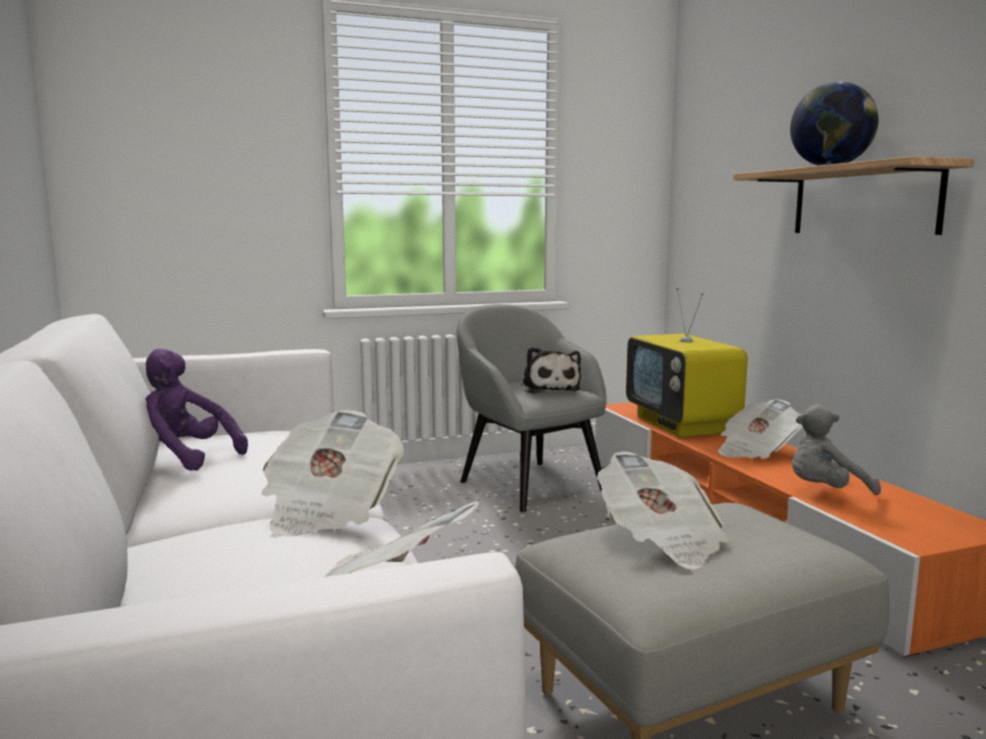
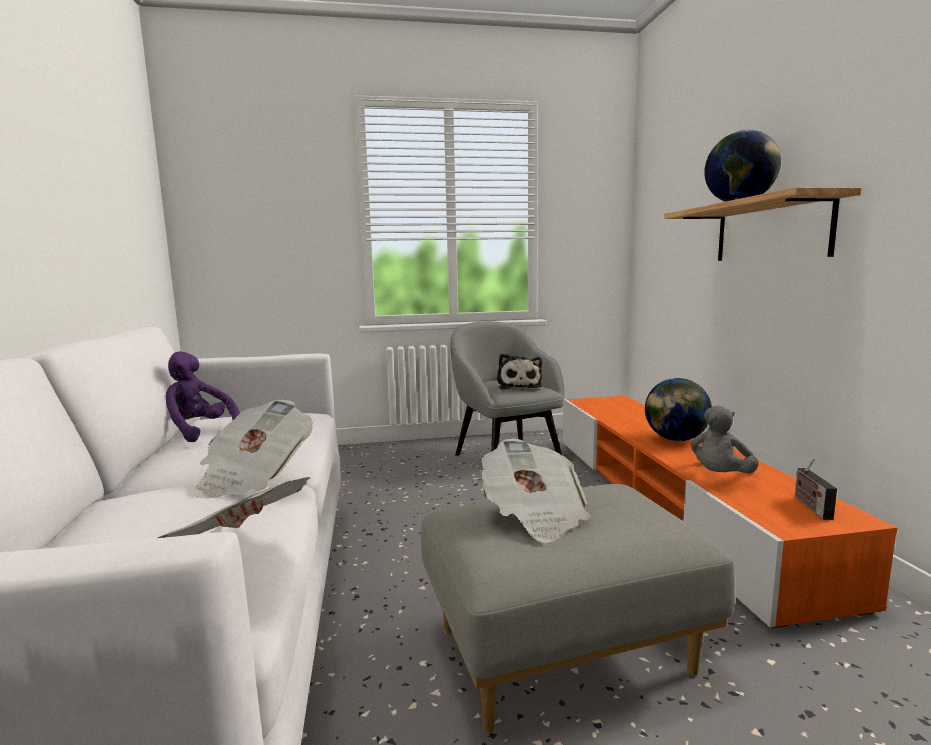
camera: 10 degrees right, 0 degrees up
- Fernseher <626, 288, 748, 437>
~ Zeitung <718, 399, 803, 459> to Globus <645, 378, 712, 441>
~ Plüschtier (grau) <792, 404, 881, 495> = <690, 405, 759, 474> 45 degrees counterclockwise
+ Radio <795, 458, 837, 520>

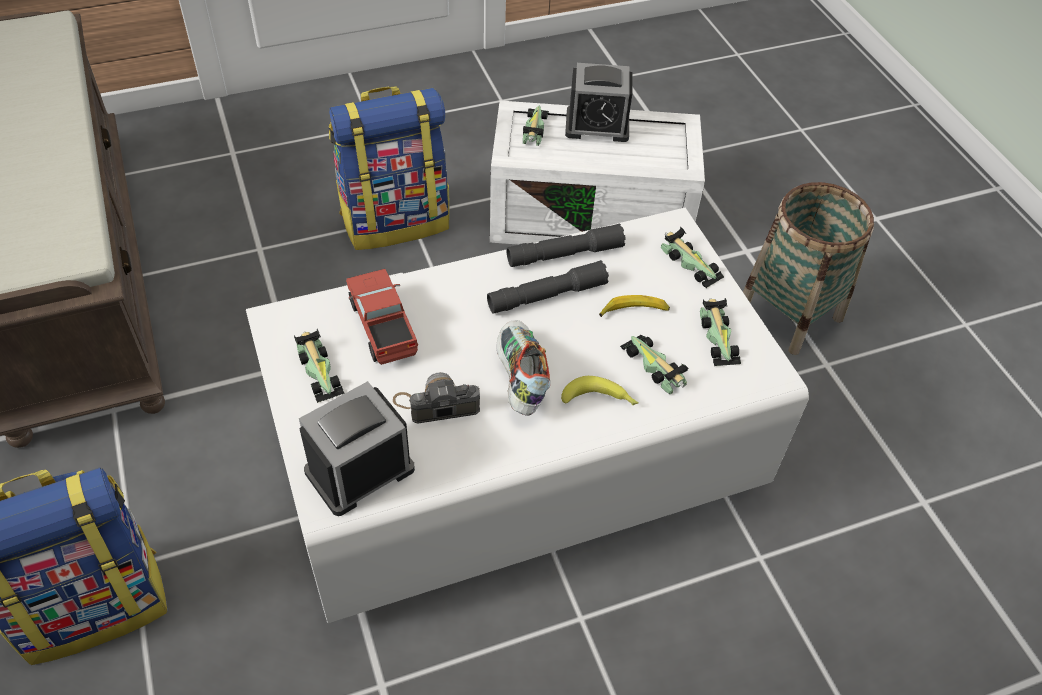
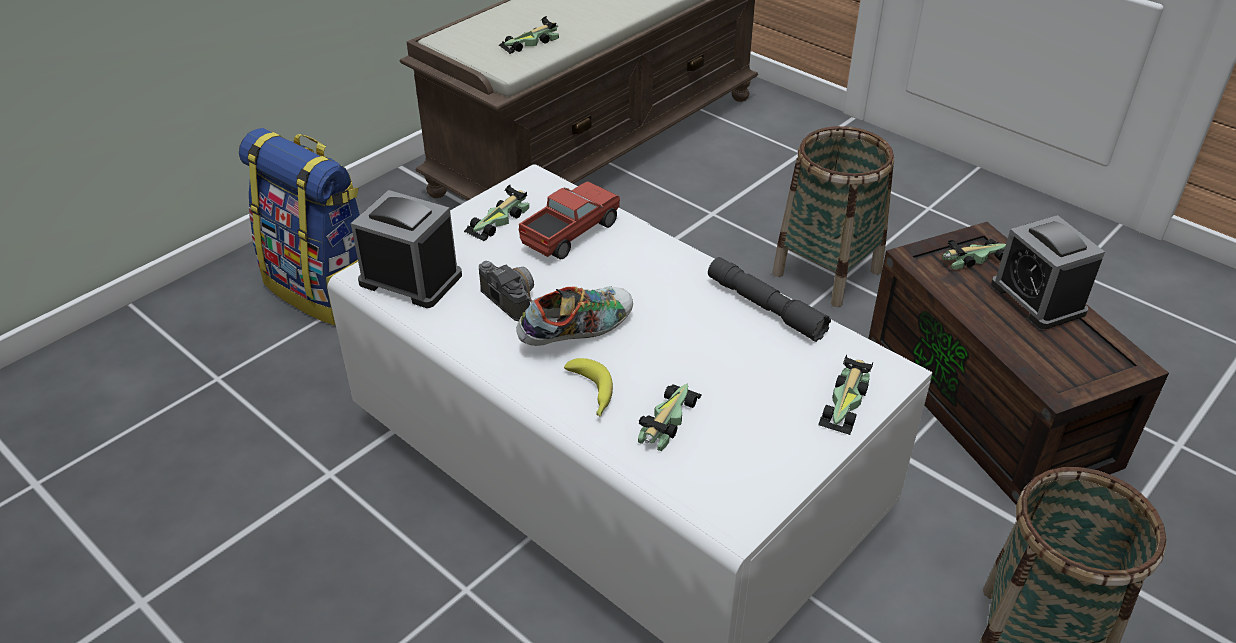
camera: 65 degrees right, 10 degrees down
~ Rucksack <329, 86, 449, 250> to Korb <772, 126, 894, 307>
- Taschenlampe (grau) <487, 260, 609, 314>
~ Aufbewahrungsbox (weiß) <490, 101, 705, 245> to Aufbewahrungsbox (braun) <868, 222, 1169, 504>
- Banane <599, 295, 670, 317>
~ Spielzeugauto <700, 298, 741, 366> to <499, 16, 559, 54>

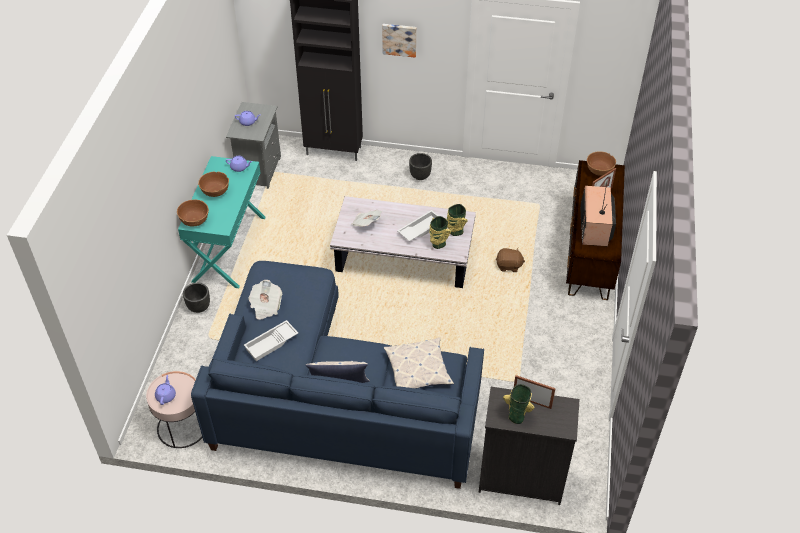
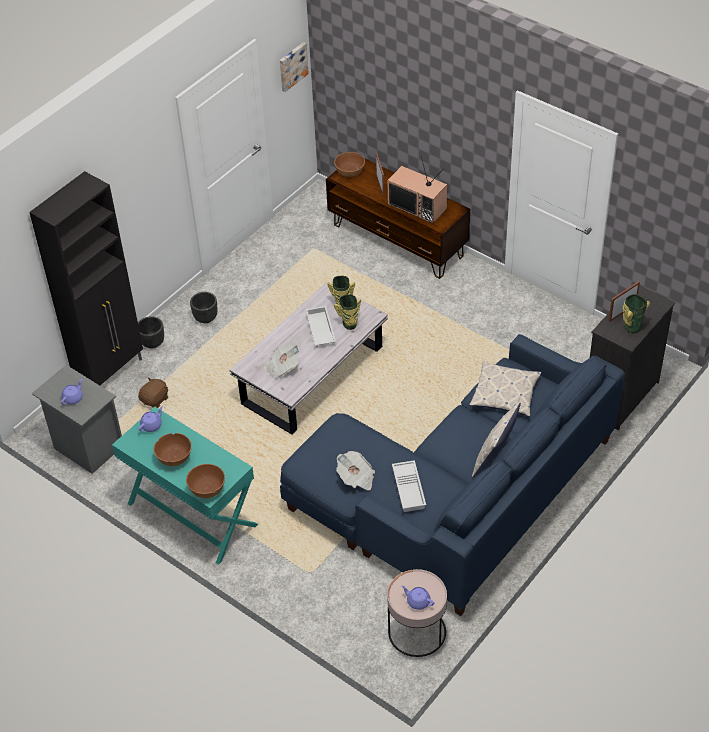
camera: 60 degrees left, 0 degrees up
~ Pflanzkübel (schwarz) <183, 283, 210, 313> to <138, 316, 164, 349>
~ Bild <382, 24, 417, 58> to <280, 42, 309, 92>
~ Plüschtier (braun) <496, 248, 525, 272> to <138, 377, 168, 408>

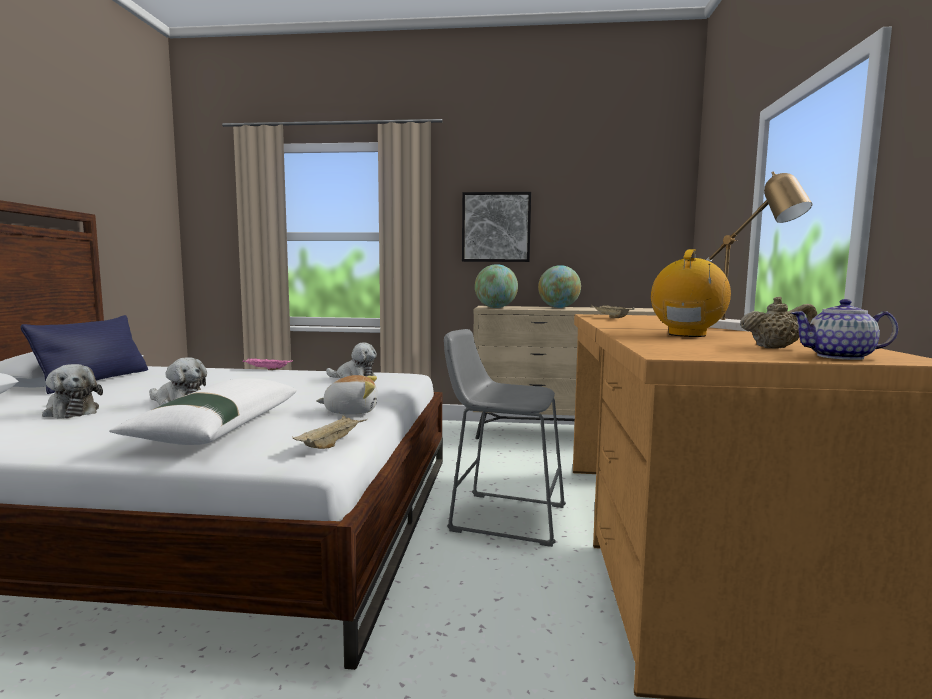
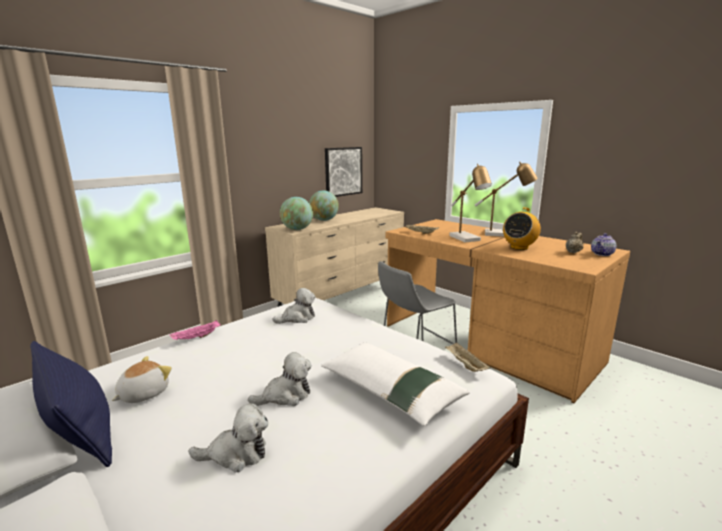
camera: 50 degrees left, 10 degrees up
~ Plüschtier <316, 375, 378, 415> to <112, 356, 172, 403>
~ Bild <462, 192, 531, 262> to <325, 147, 362, 197>
~ Radio <651, 249, 731, 337> = <503, 207, 541, 250> 120 degrees counterclockwise
+ Tischlampe <449, 164, 492, 242>

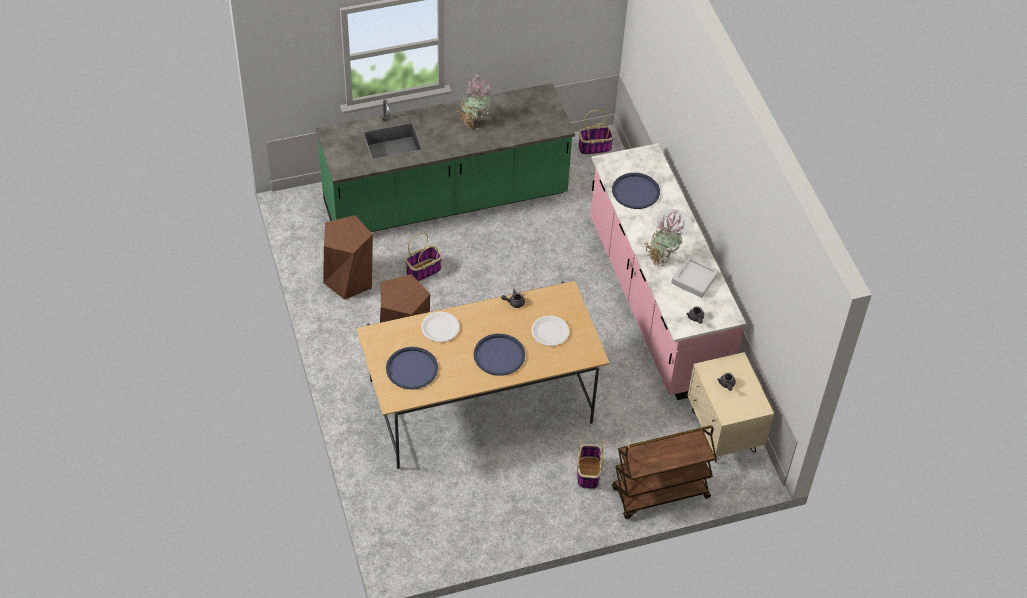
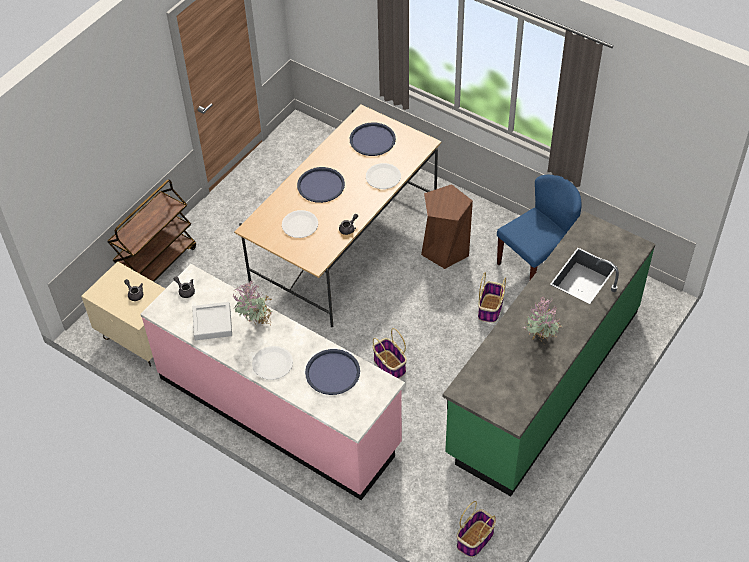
camera: 145 degrees right, 0 degrees up
~ Hocker (braun) <323, 215, 373, 300> to Stuhl (blau) <497, 175, 582, 280>
~ Korb <577, 438, 604, 489> to <372, 328, 407, 379>

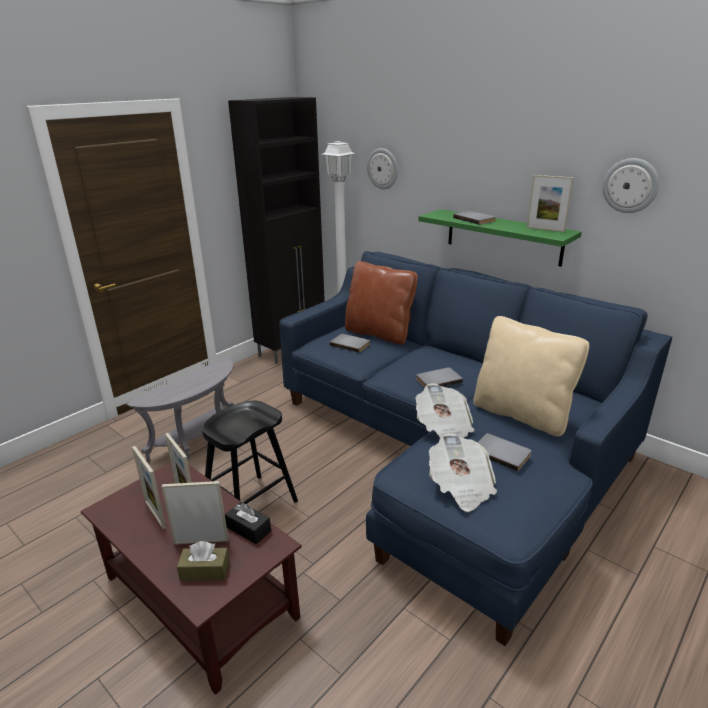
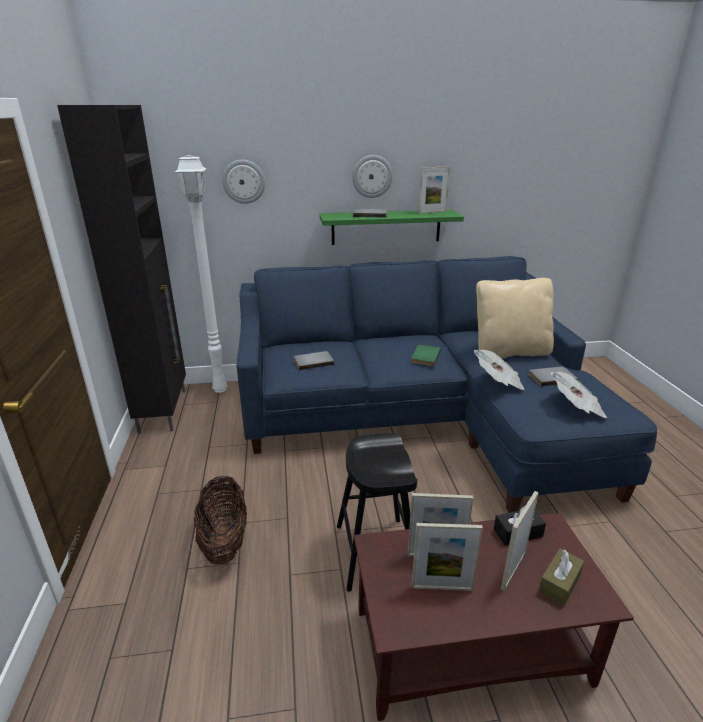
camera: 50 degrees left, 0 degrees up
~ Beistelltisch (grau) <126, 357, 234, 462> to Korb <194, 476, 247, 564>
- Kissen (braun) <345, 261, 418, 345>
~ Buch (grau) <416, 367, 463, 387> to Buch (grün) <411, 345, 441, 366>
~ Wanduhr <603, 158, 659, 213> to <352, 155, 393, 198>

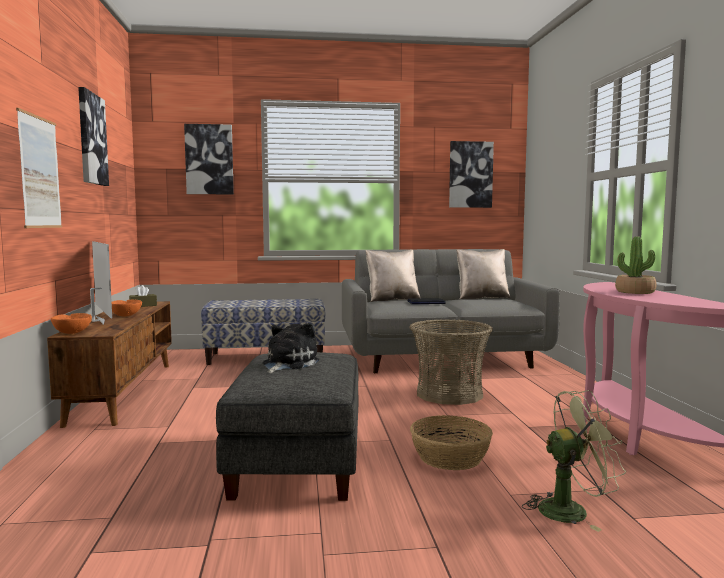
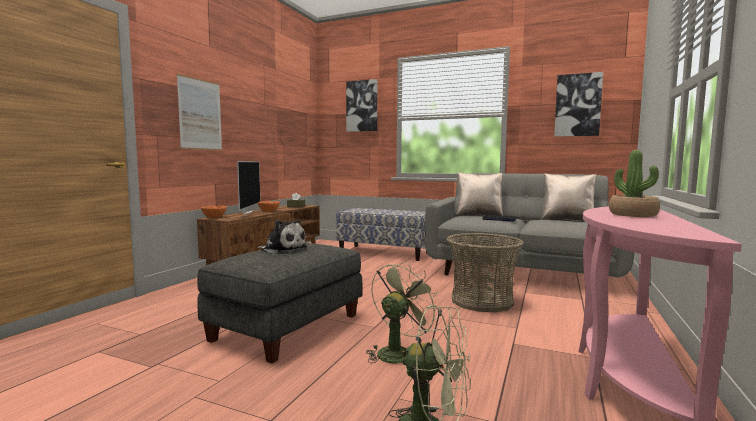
camera: 30 degrees right, 0 degrees up
- Bild <78, 87, 109, 186>
~ Plüschtier <262, 323, 319, 373> = <257, 220, 307, 254> 60 degrees clockwise
~ Korb <410, 415, 493, 470> to Ventilator (grün) <366, 261, 439, 364>

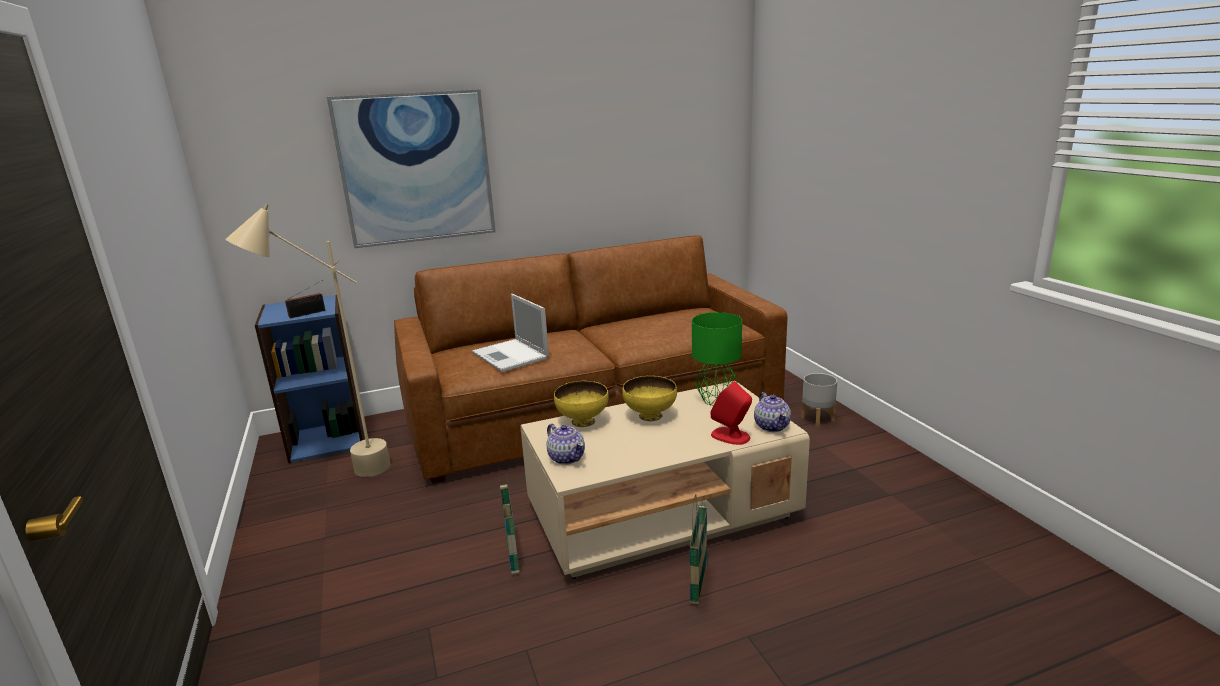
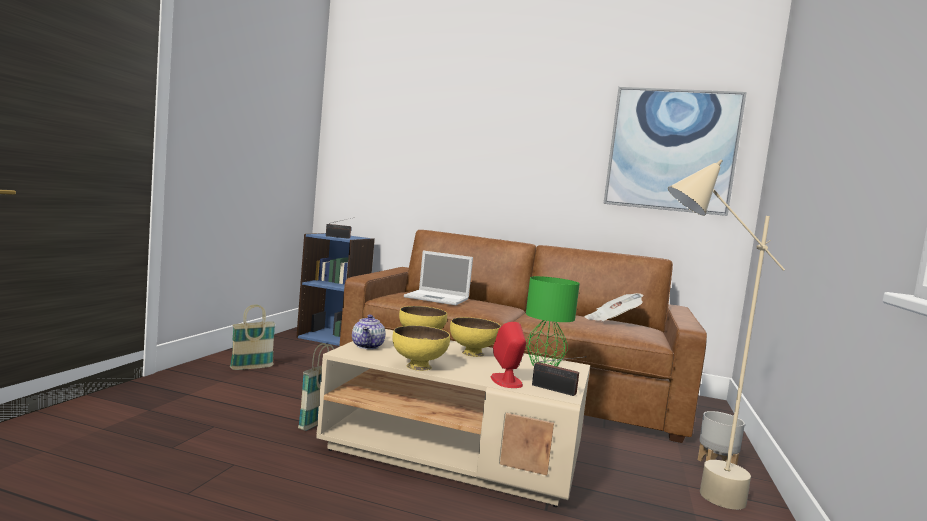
camera: 35 degrees right, 15 degrees down
~ Stehlampe (beige) <225, 204, 390, 477> to <668, 160, 785, 510>
~ Bild <327, 89, 496, 248> to <603, 87, 747, 216>
~ Laptop <472, 294, 549, 372> = <404, 251, 473, 305> 75 degrees counterclockwise
~ Korb <690, 495, 707, 604> to <230, 304, 276, 370>
~ Teekanne <754, 392, 791, 432> to Radio <532, 356, 586, 396>
+ Schüssel (gelb) <392, 325, 450, 371>
+ Zeitung <584, 293, 644, 321>

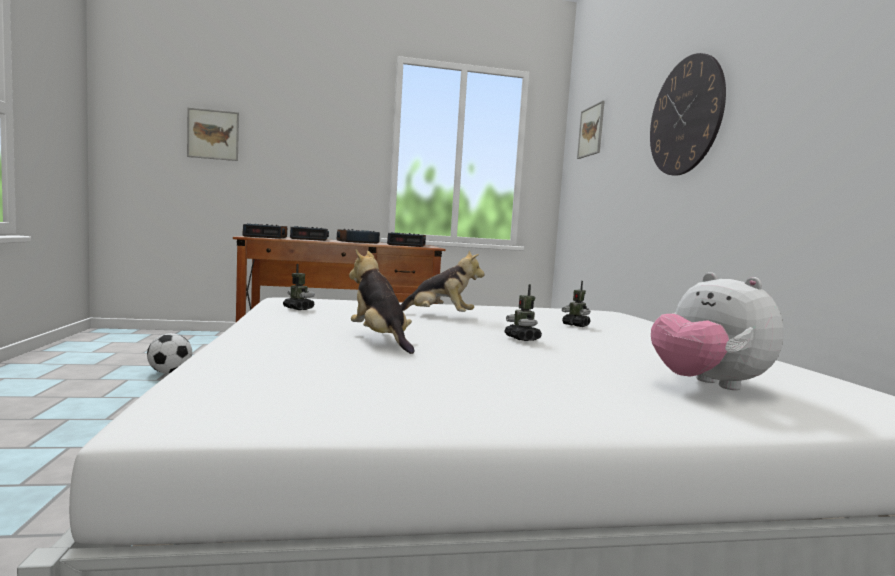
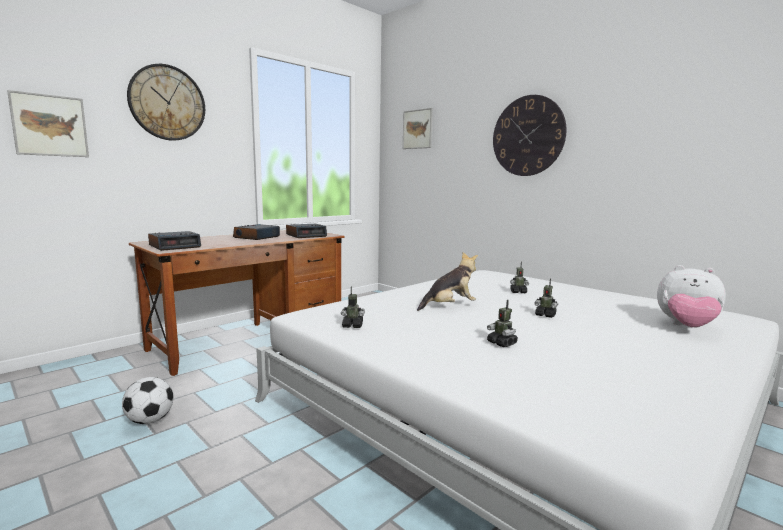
camera: 35 degrees left, 5 degrees up
- Wecker <290, 226, 329, 241>
~ Plüschtier <349, 249, 415, 354> to Spielzeugroboter <487, 300, 518, 347>
+ Wanduhr <127, 64, 205, 141>

